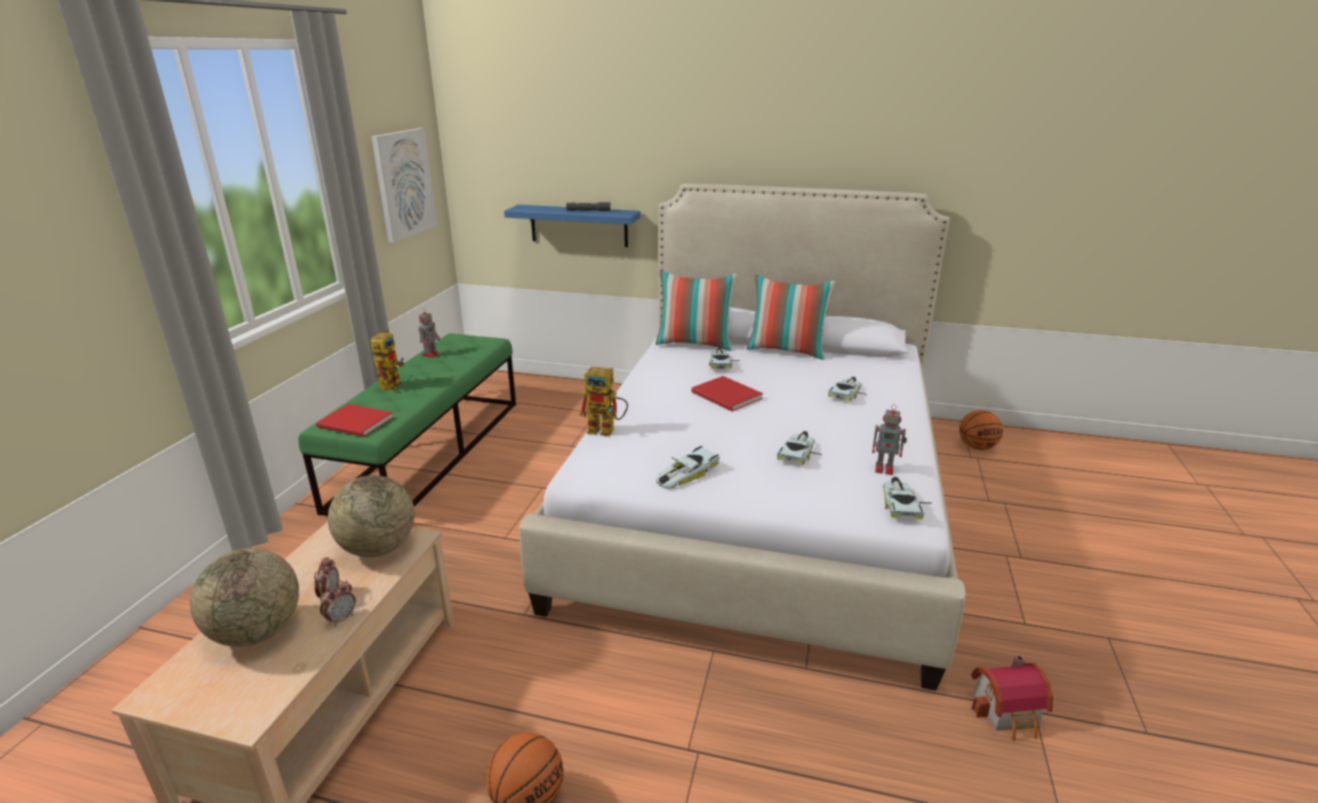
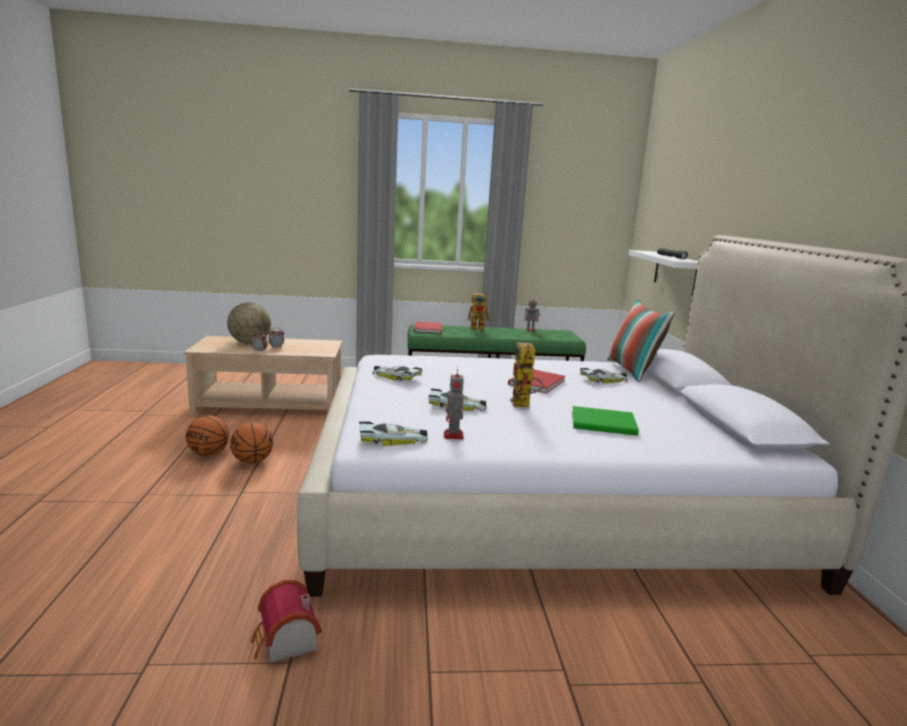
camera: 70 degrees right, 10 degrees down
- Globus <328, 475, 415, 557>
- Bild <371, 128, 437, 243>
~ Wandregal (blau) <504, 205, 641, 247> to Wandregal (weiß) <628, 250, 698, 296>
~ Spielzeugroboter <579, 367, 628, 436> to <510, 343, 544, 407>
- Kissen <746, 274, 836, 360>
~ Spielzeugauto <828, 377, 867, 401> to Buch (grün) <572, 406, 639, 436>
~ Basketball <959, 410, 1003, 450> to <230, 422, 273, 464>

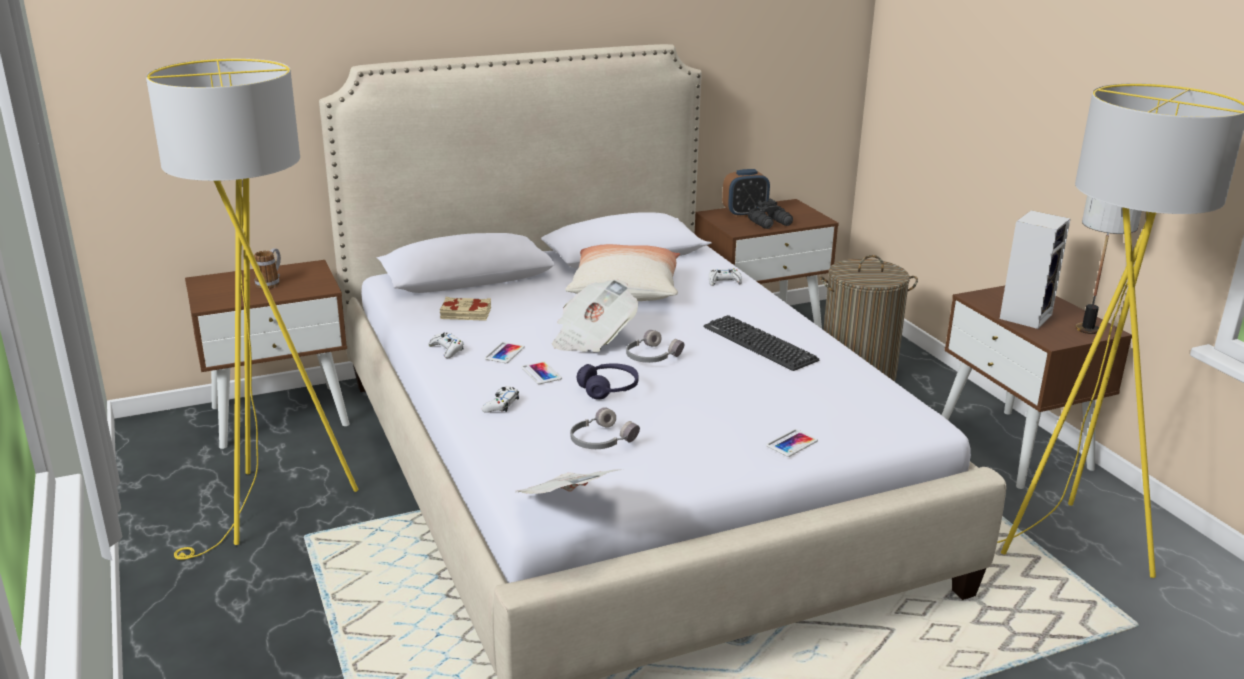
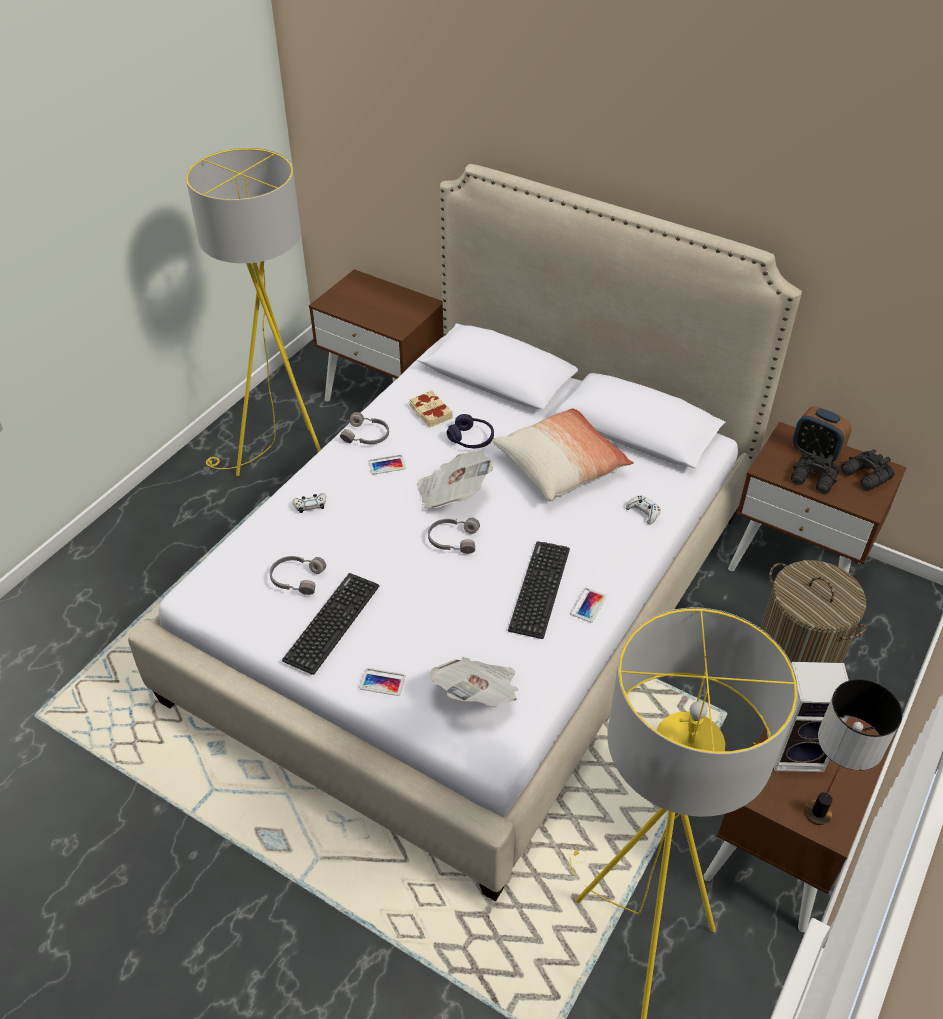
camera: 55 degrees right, 20 degrees up
- Henkelbecher <254, 248, 281, 289>
~ Gamepad (weiß) <428, 333, 464, 358> to Kopfhörer (grau) <340, 412, 389, 444>
~ Zeitung <517, 469, 620, 494> to <431, 657, 519, 706>
~ Handy <521, 361, 562, 384> to <570, 587, 606, 622>
~ Kopfhörer (lila) <577, 363, 639, 400> to <447, 414, 494, 448>
+ Tastatur <282, 573, 379, 675>
+ Fernglas (schwarz) <841, 450, 894, 491>

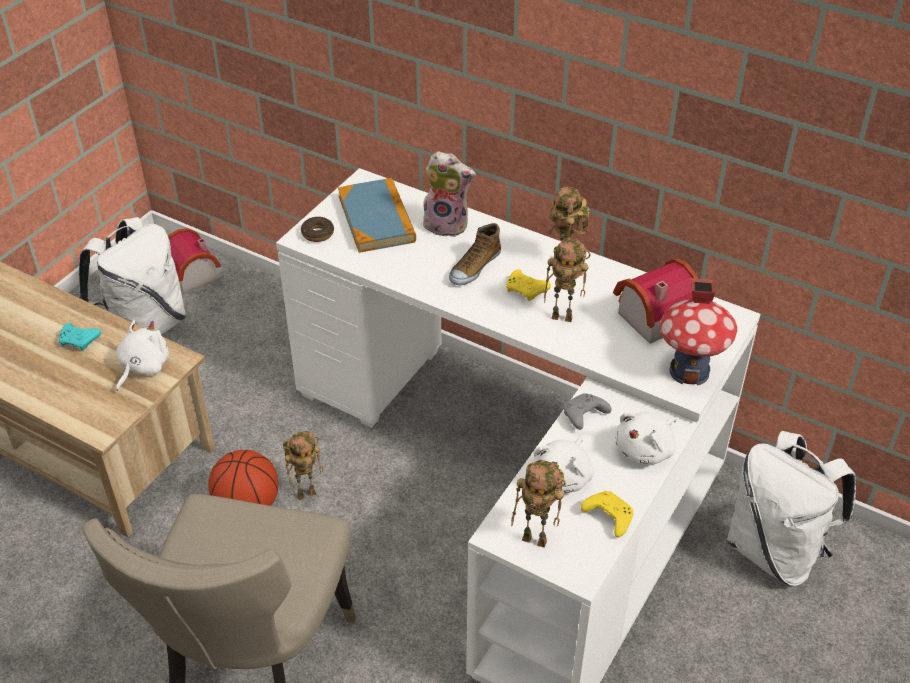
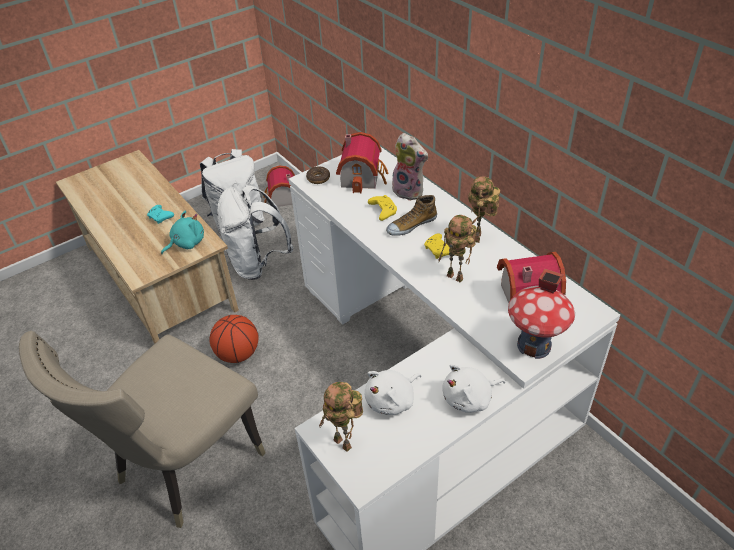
camera: 25 degrees right, 0 degrees up
~ Plüschtier (weiß) <116, 320, 169, 391> to Plüschtier (türkis) <161, 211, 204, 254>
- Spielzeugroboter <283, 431, 324, 500>
~ Buch <338, 178, 416, 253> to Spielzeughaus <336, 132, 389, 193>
- Gamepad (grau) <564, 393, 611, 430>
~ Gamepad (gelb) <581, 491, 633, 537> to <368, 195, 397, 221>
~ Rucksack (weiß) <727, 431, 856, 586> to <217, 185, 293, 280>

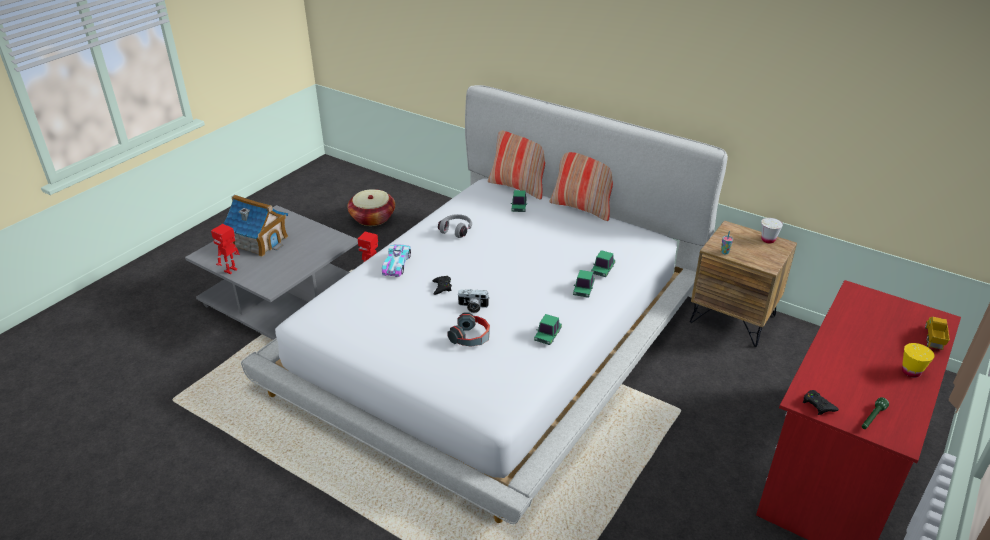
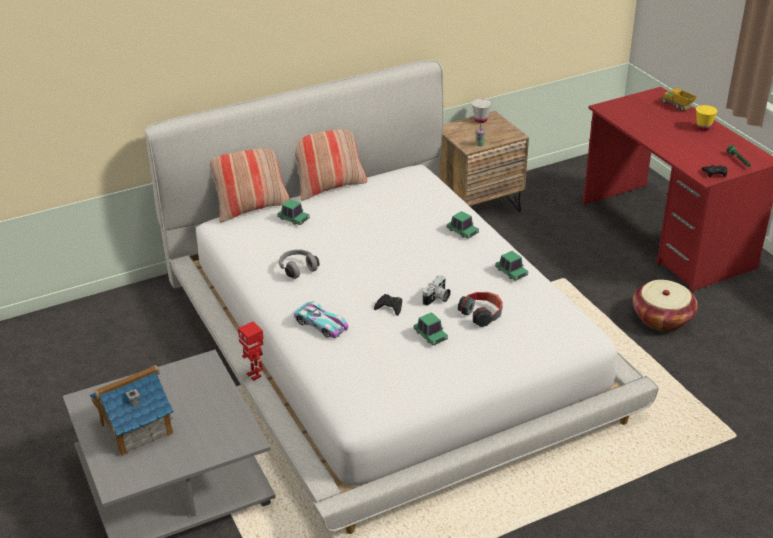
camera: 60 degrees left, 0 degrees up
- Spielzeugroboter <211, 224, 240, 274>
~ Korb <347, 189, 395, 226> to <633, 280, 698, 331>
~ Spielzeugauto <591, 250, 615, 277> to <414, 312, 448, 345>

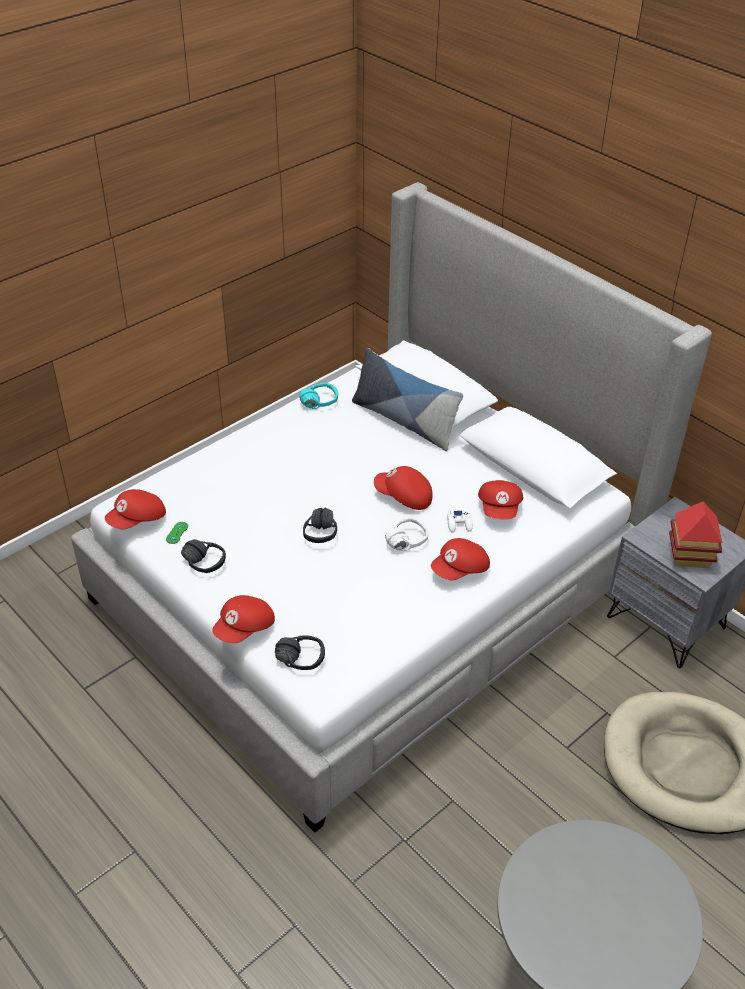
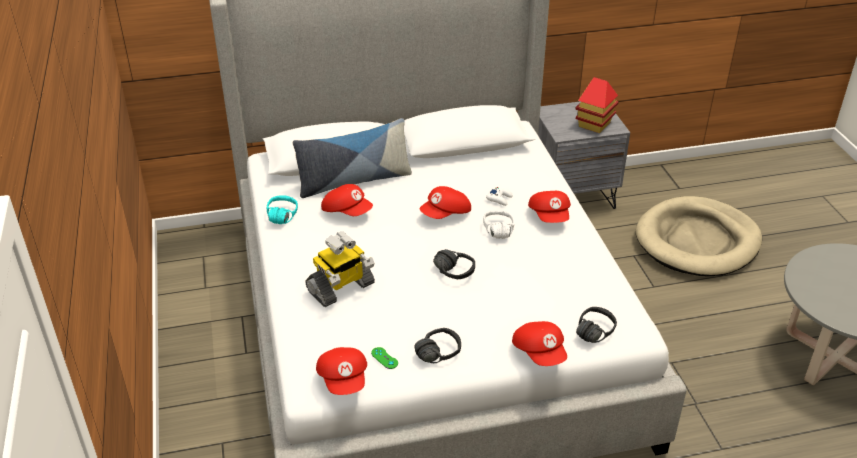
camera: 60 degrees left, 5 degrees down
~ Kappe (rot) <478, 480, 523, 519> to <321, 184, 373, 216>
+ Spielzeugroboter <306, 232, 375, 307>

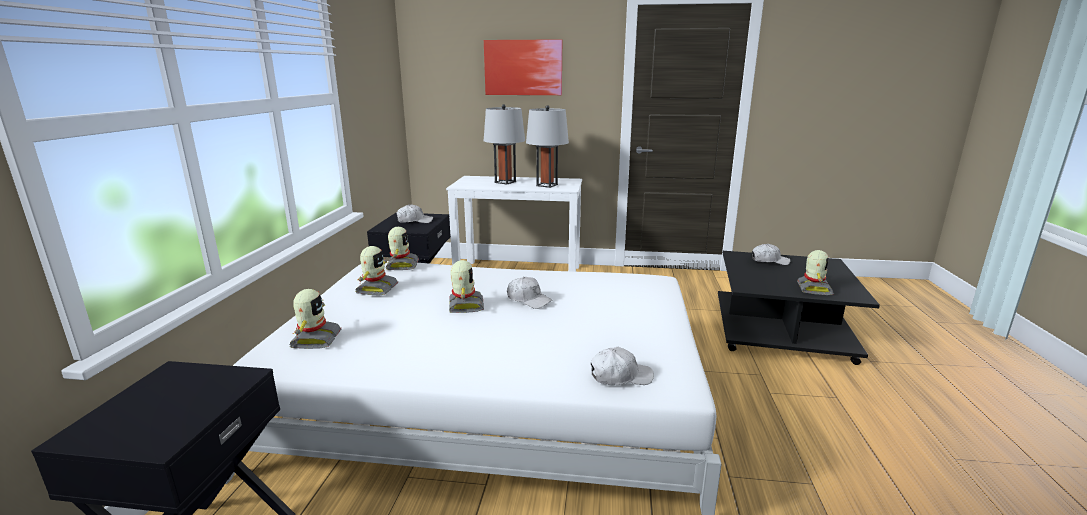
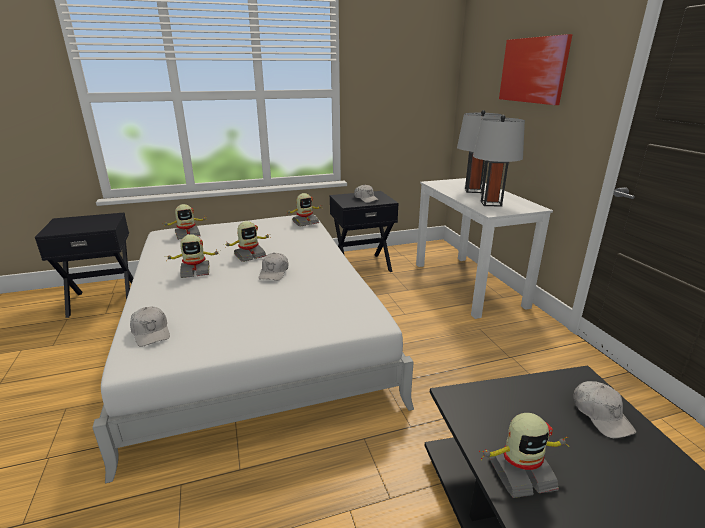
camera: 65 degrees right, 5 degrees up
~ Spielzeugroboter <355, 246, 399, 295> to <165, 234, 220, 278>

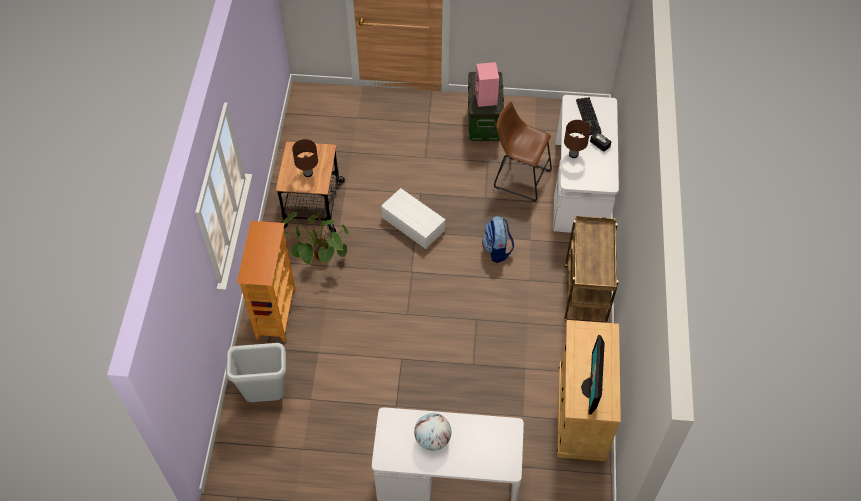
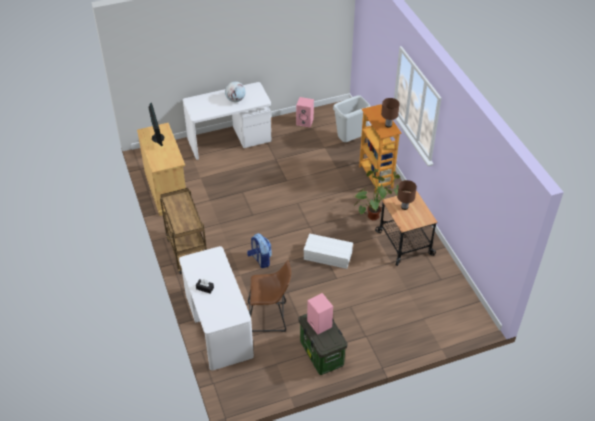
camera: 155 degrees right, 10 degrees down
~ Tischlampe (braun) <564, 120, 590, 158> to <381, 98, 400, 128>
- Tastatur <576, 97, 602, 135>
+ Lautsprecher (rosa) <296, 97, 314, 127>

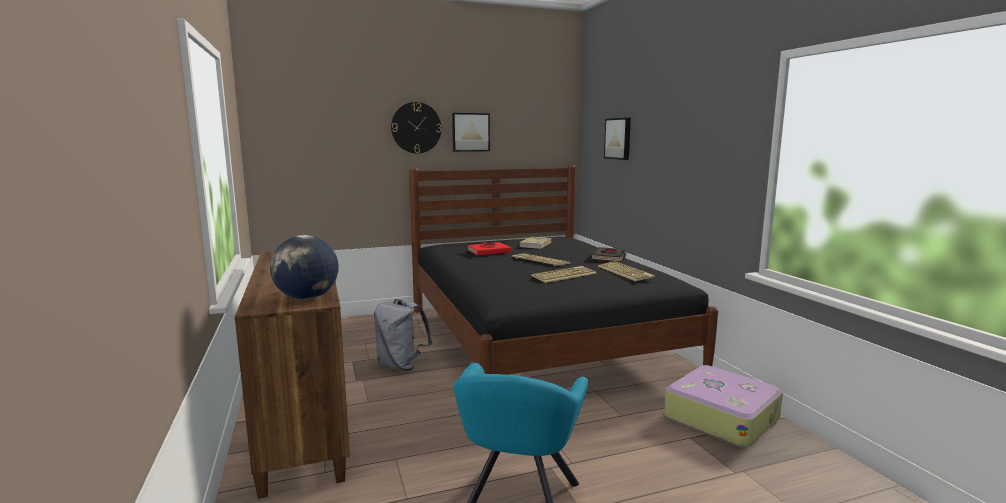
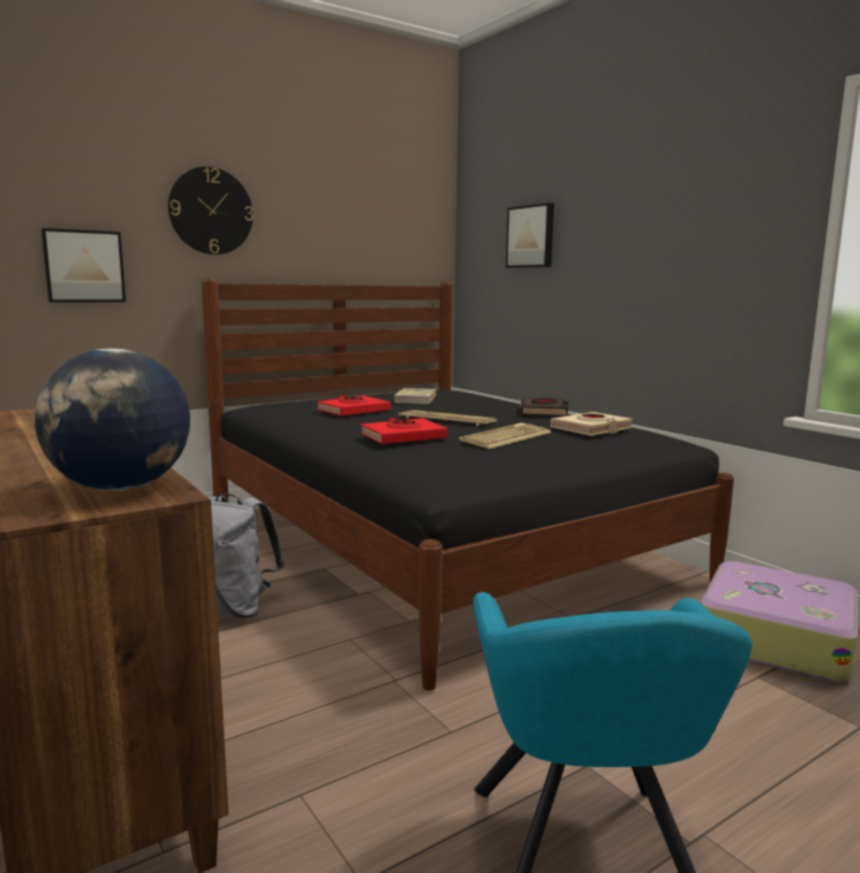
camera: 15 degrees left, 0 degrees up
~ Bild <452, 113, 490, 152> to <41, 228, 126, 303>
~ Tastatur <598, 261, 655, 281> to Buch (beige) <550, 412, 633, 436>
+ Buch (rot) <361, 418, 448, 444>

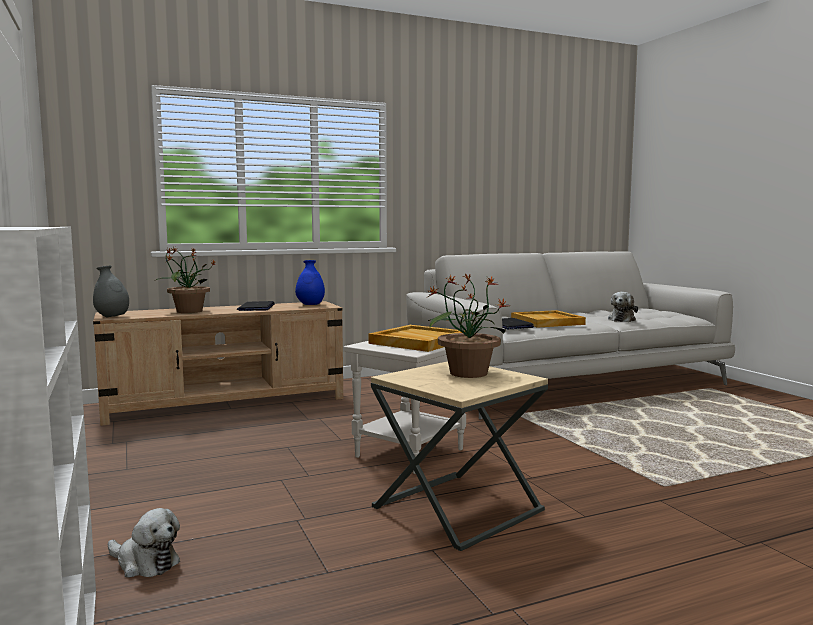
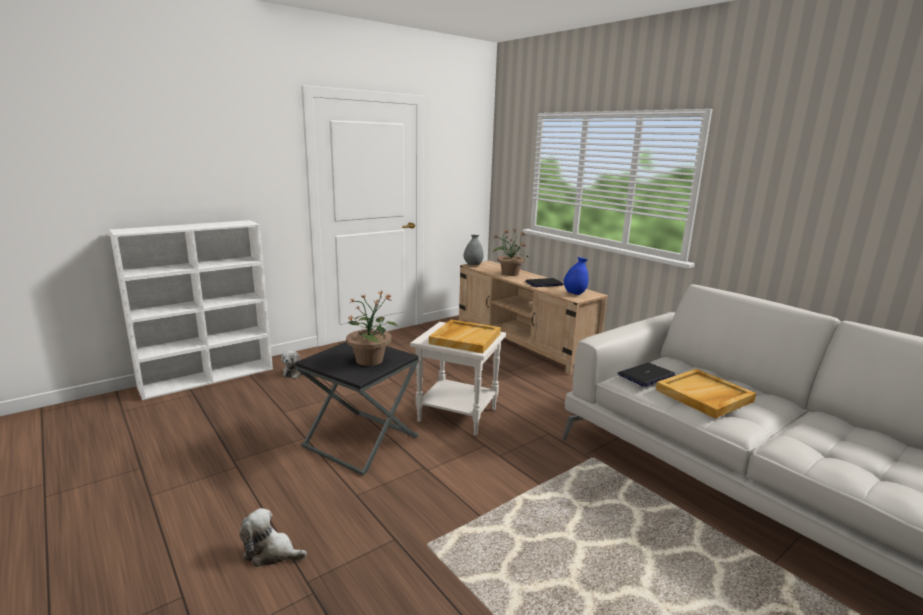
camera: 75 degrees right, 10 degrees up
~ Beistelltisch (beige) <371, 361, 548, 551> to Beistelltisch (schwarz) <295, 342, 418, 475>
~ Plüschtier <608, 292, 638, 322> to <239, 508, 307, 567>

